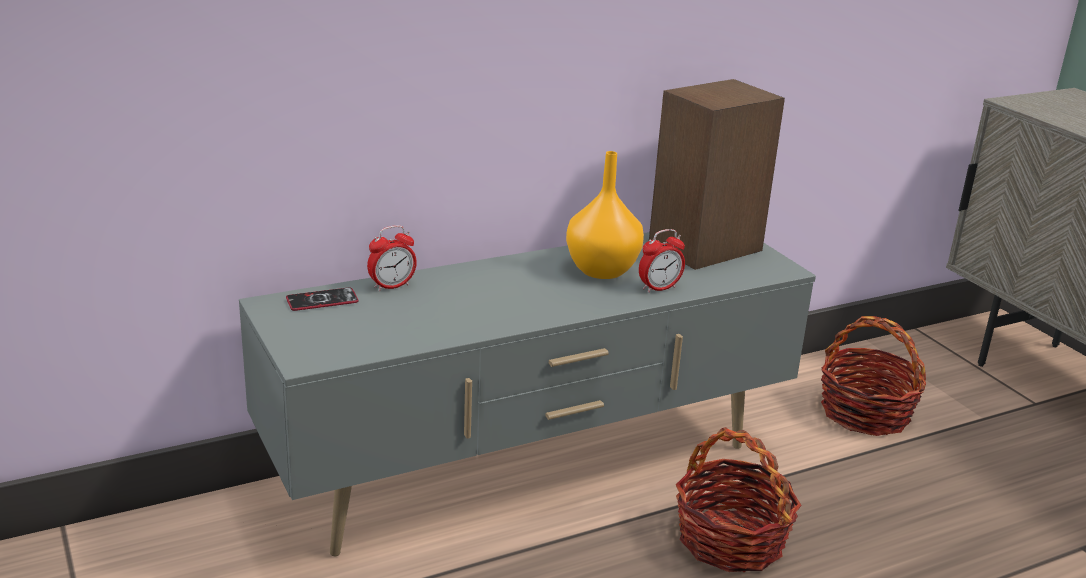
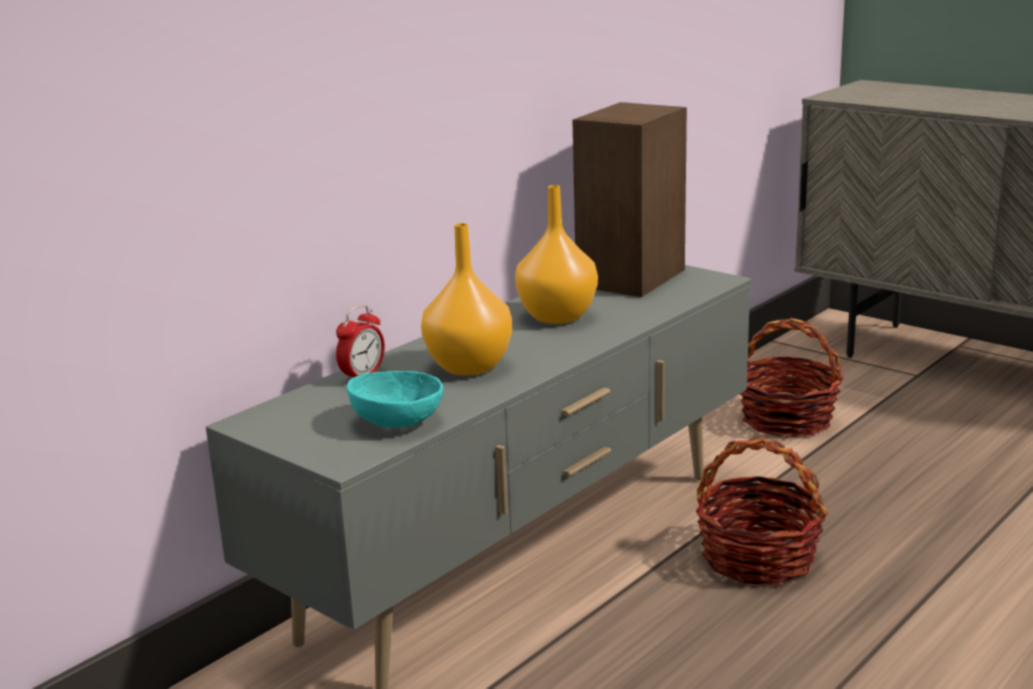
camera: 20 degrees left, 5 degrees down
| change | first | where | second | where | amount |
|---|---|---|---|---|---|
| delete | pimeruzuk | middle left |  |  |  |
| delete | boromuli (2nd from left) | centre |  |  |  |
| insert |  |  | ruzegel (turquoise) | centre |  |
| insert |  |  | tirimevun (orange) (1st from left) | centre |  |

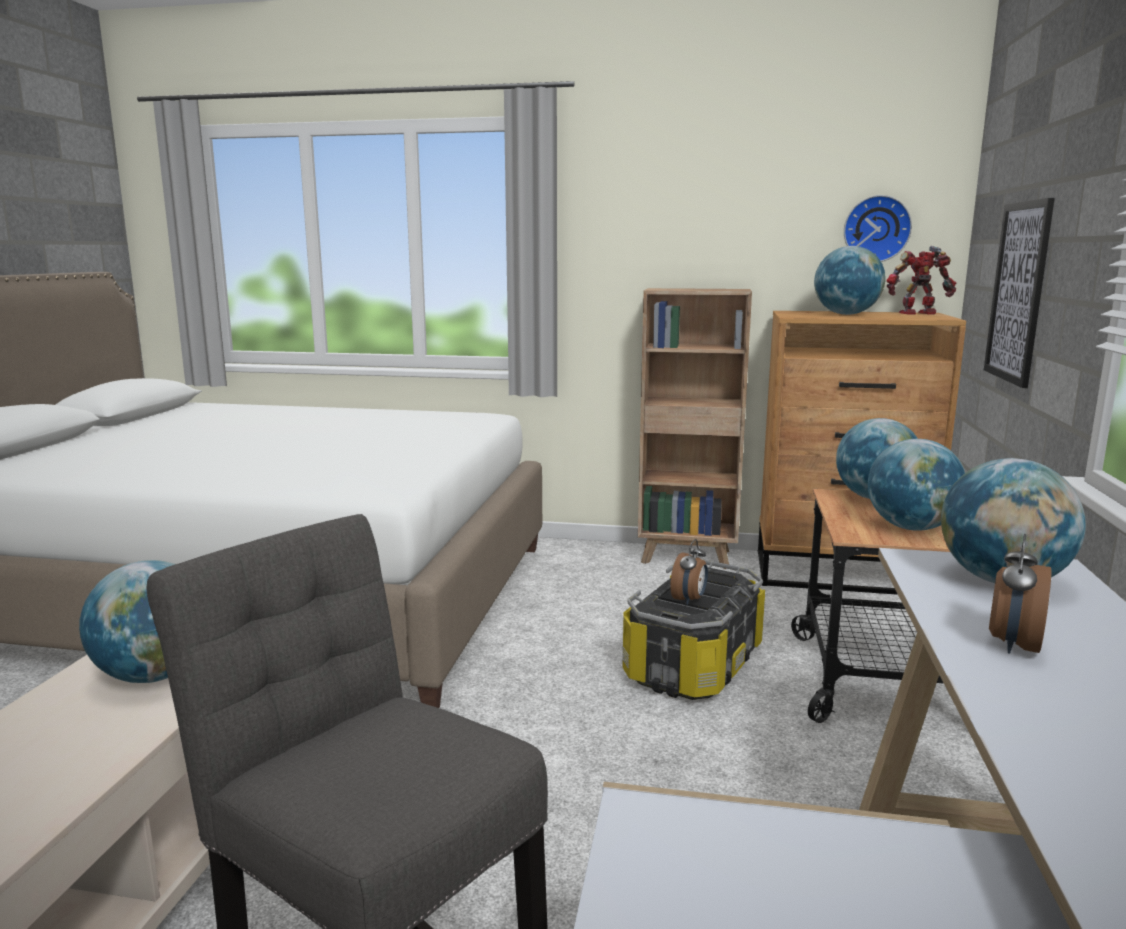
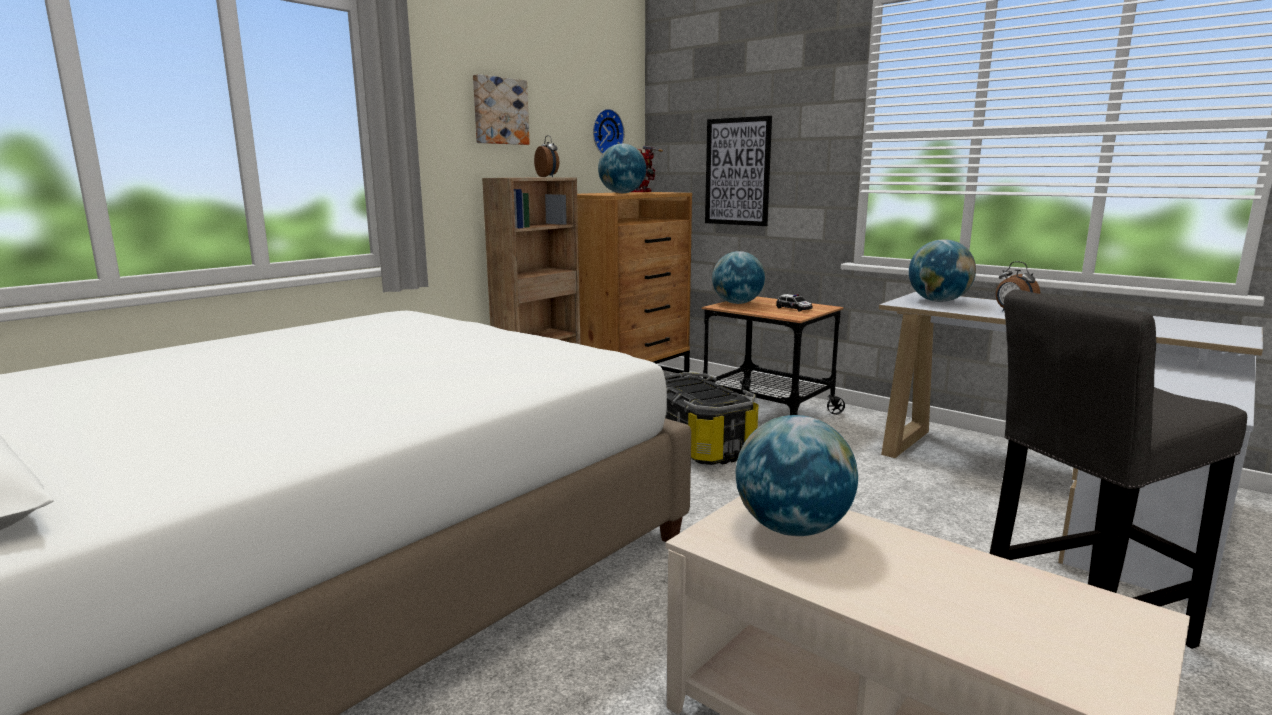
camera: 60 degrees left, 0 degrees up
| change | first | where | second | where | amount |
|---|---|---|---|---|---|
| insert |  |  | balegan (1st from left) | top centre |  |
| move | boromuli (1st from left) | centre |  | top centre |  |
| replace | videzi (4th from left) | middle right | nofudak | centre |  |

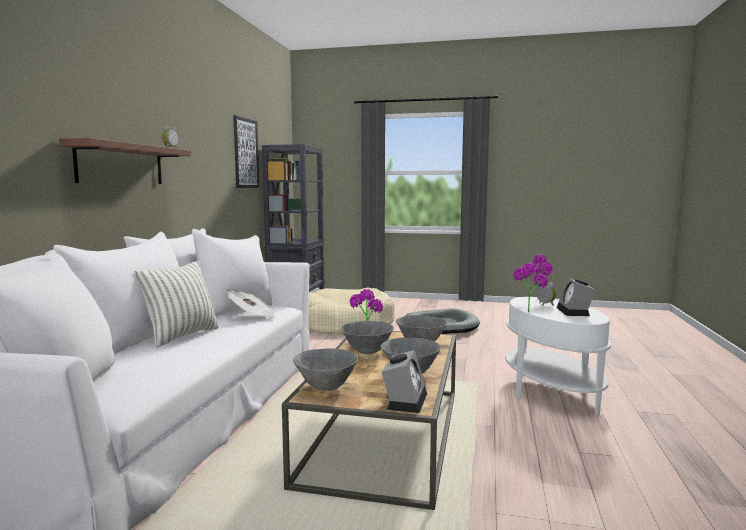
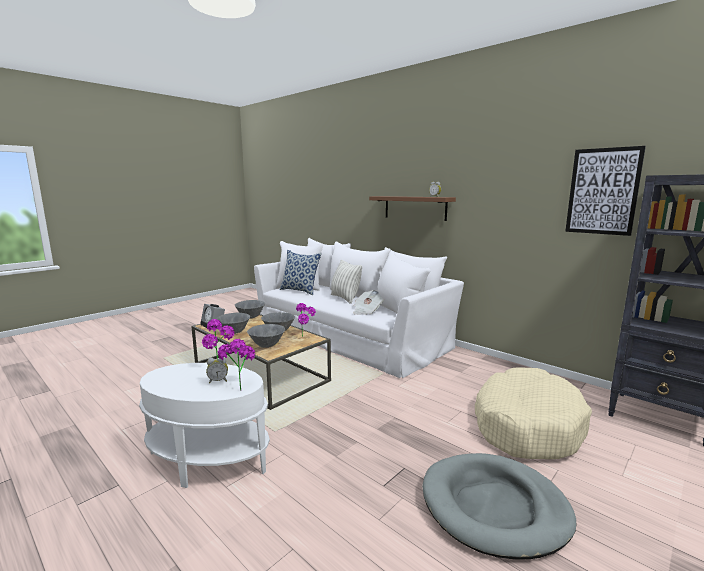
camera: 120 degrees right, 5 degrees up
| change | first | where | second | where | amount |
|---|---|---|---|---|---|
| delete | boromuli (4th from left) | middle right |  |  |  |
| insert |  |  | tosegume (1st from left) | centre |  |

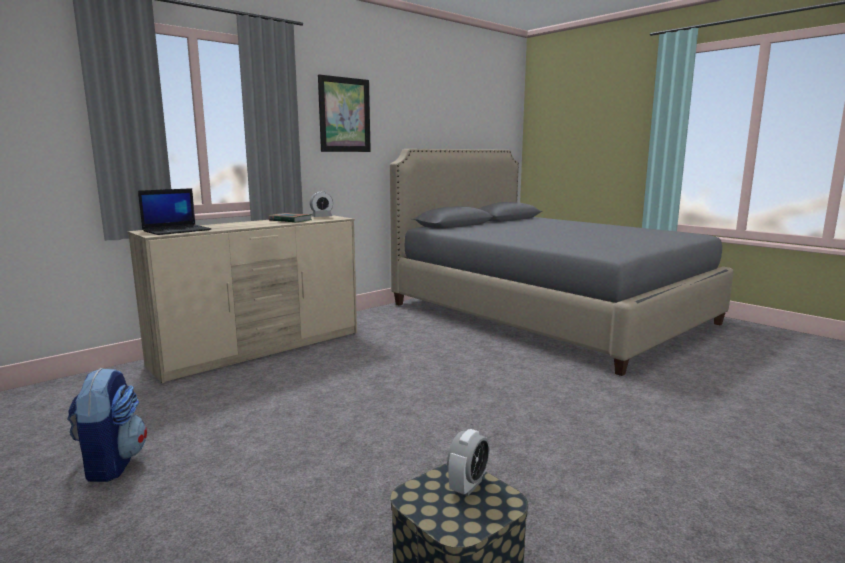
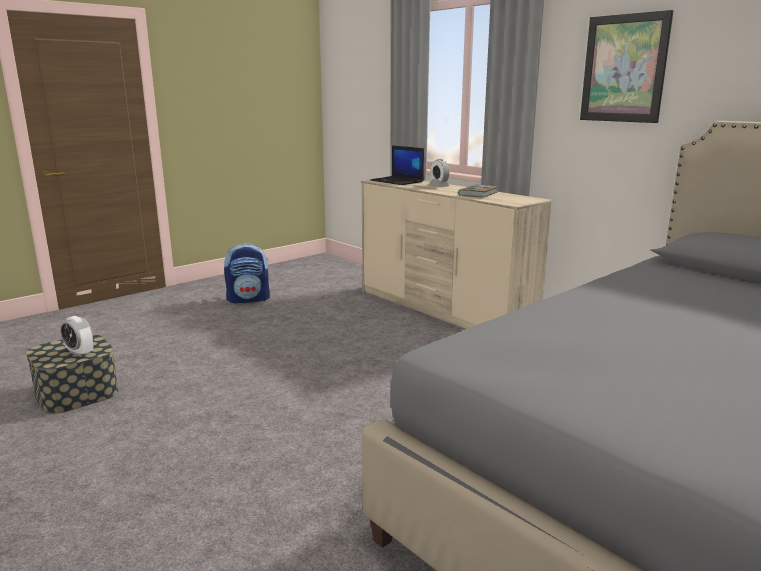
camera: 90 degrees right, 5 degrees up
| change | first | where | second | where | amount |
|---|---|---|---|---|---|
| move | boromuli (1st from left in the first image) | centre | boromuli (2nd from left) | top centre |  |

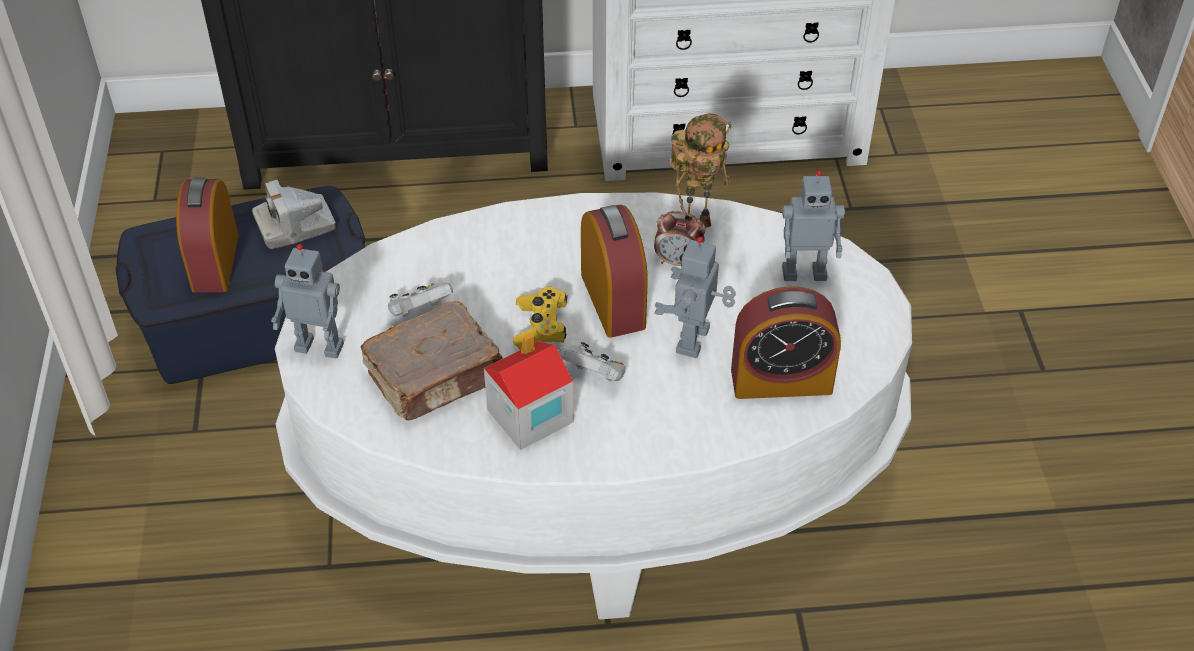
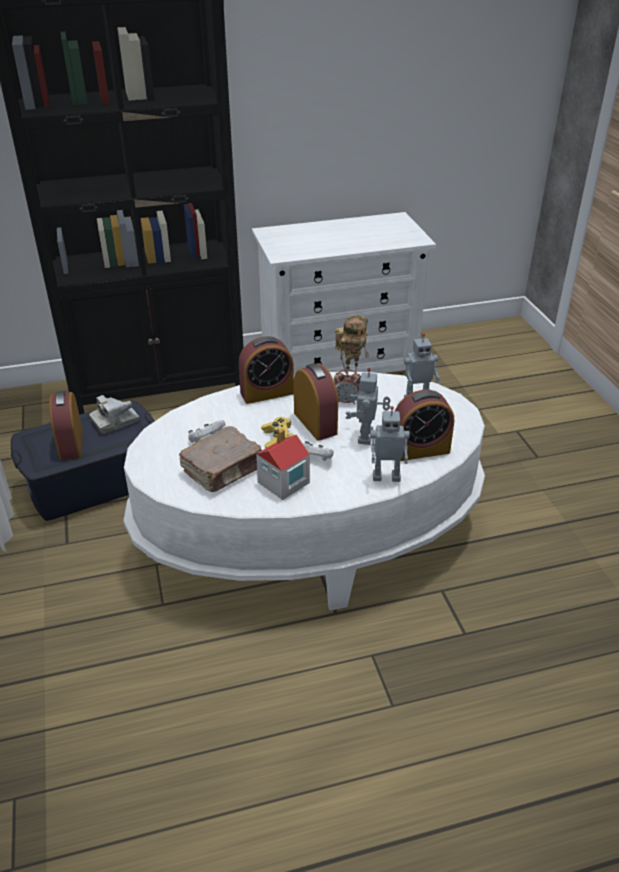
camera: 10 degrees left, 10 degrees down
| change | first | where | second | where | amount |
|---|---|---|---|---|---|
| insert |  |  | boromuli (2nd from left) | centre |  |
| move | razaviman (1st from left in the first image) | middle left | razaviman (3rd from left) | centre |  |

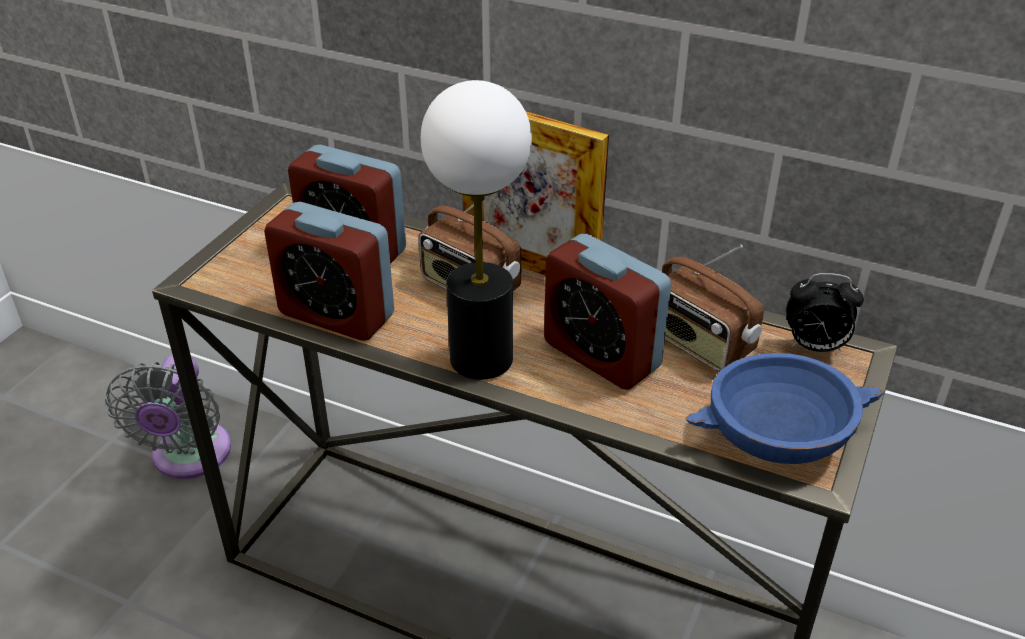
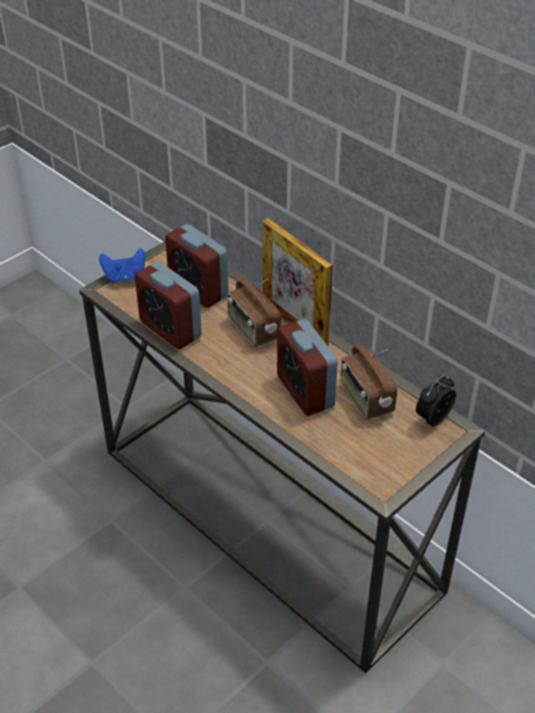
camera: 20 degrees right, 5 degrees up
| change | first | where | second | where | amount |
|---|---|---|---|---|---|
| delete | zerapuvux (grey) | middle left |  |  |  |
| delete | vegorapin | centre |  |  |  |
| delete | ruzegel (blue) | middle right |  |  |  |
| insert |  |  | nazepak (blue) | middle left |  |
| rotate | boromuli (4th from left) | middle right |  | middle right | 105 degrees clockwise |

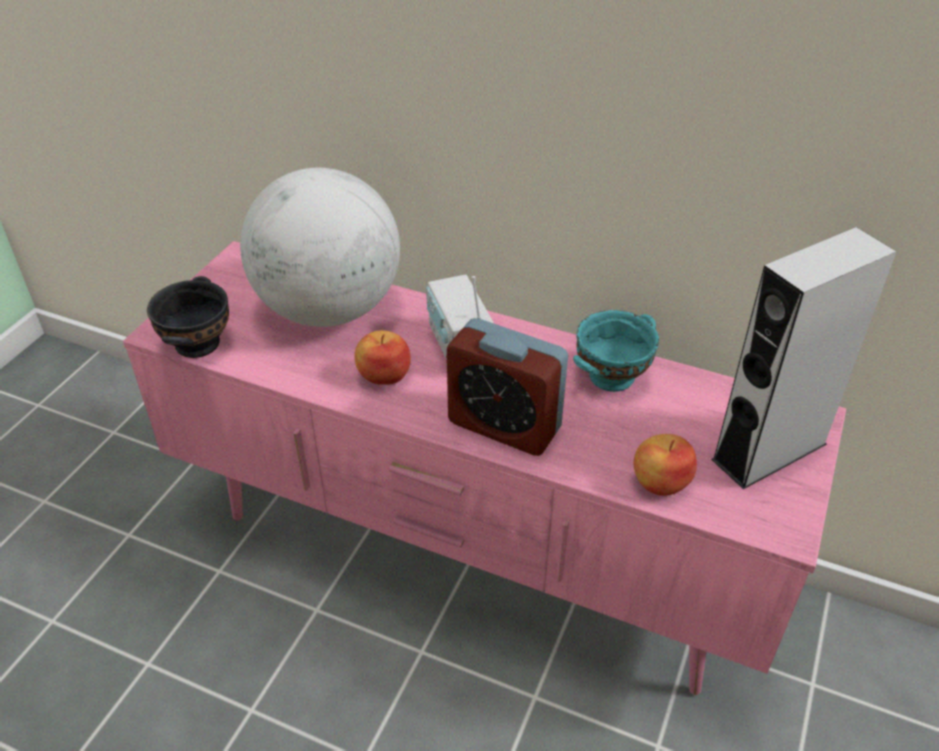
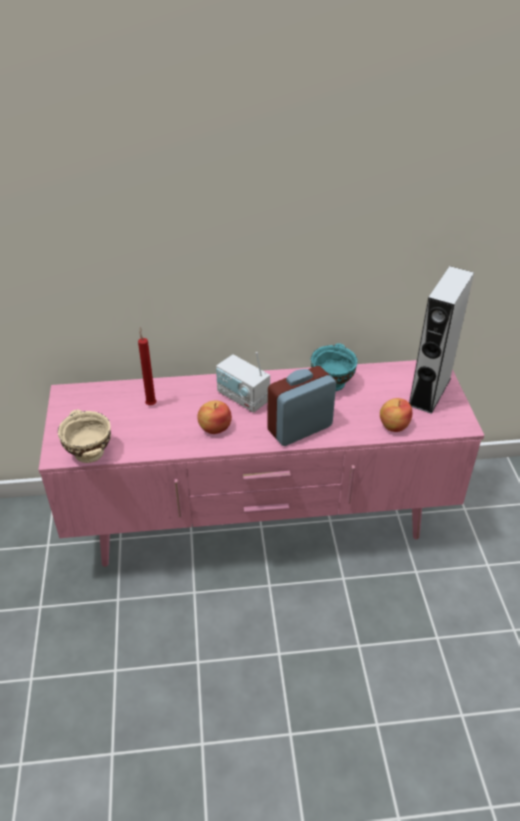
camera: 30 degrees left, 0 degrees up
| change | first | where | second | where | amount |
|---|---|---|---|---|---|
| replace | videzi | top centre | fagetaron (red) | middle left |  |
| recolor | ruzegel (black) | middle left | ruzegel (beige) | middle left |  |
| rotate | boromuli | centre |  | centre | 150 degrees clockwise |

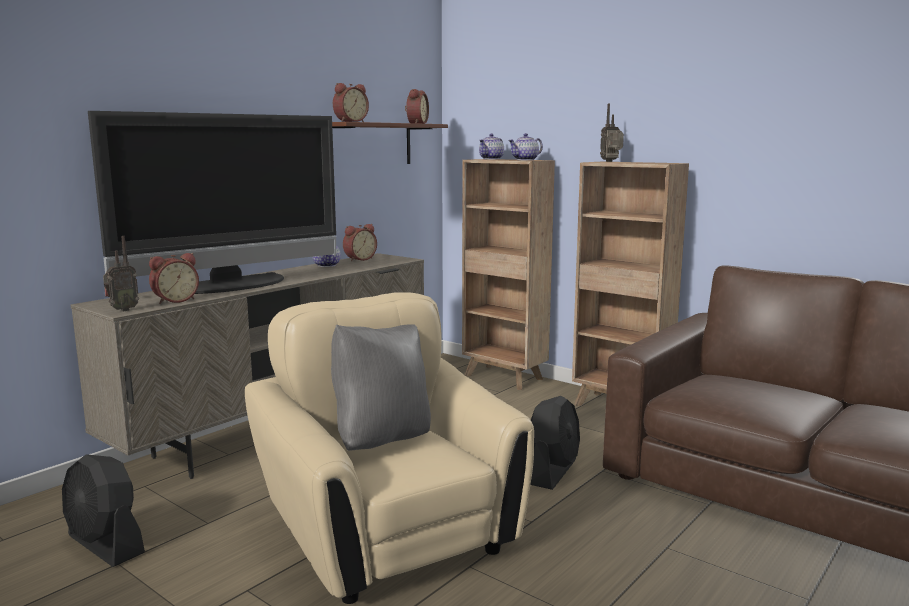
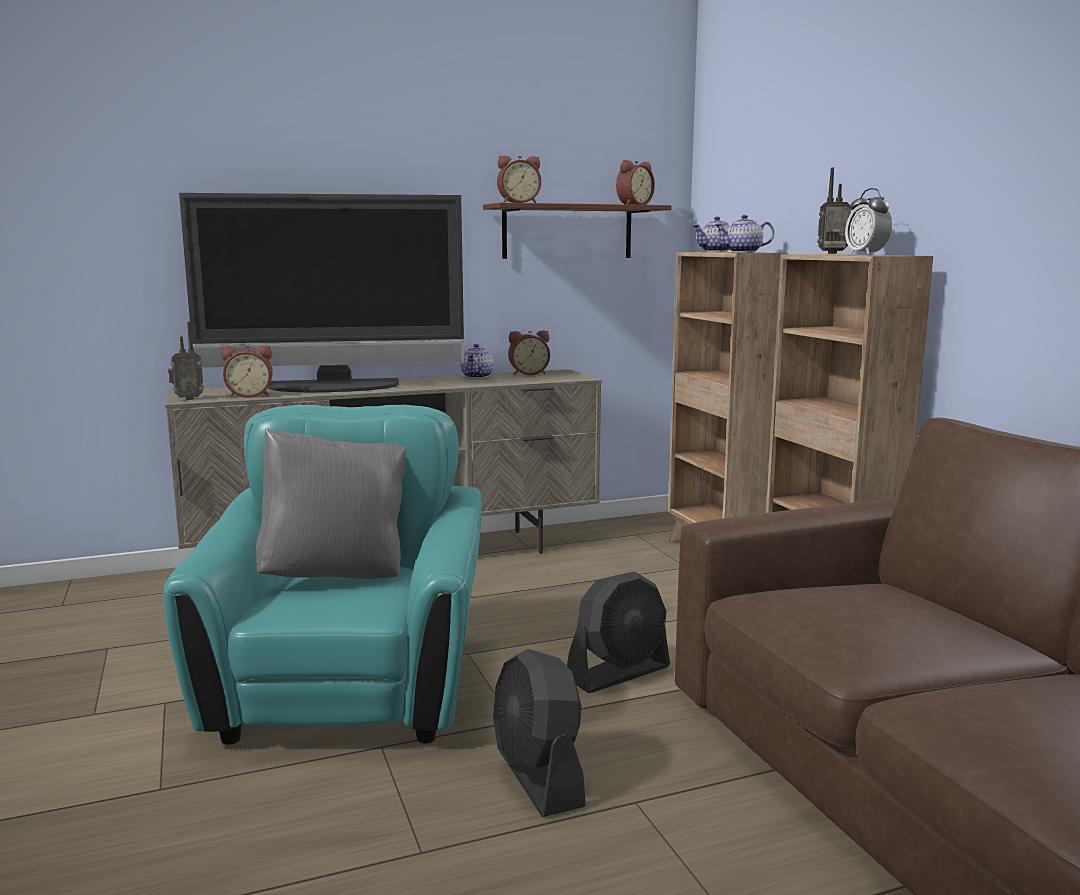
camera: 30 degrees right, 0 degrees up
| change | first | where | second | where | amount |
|---|---|---|---|---|---|
| insert |  |  | boromuli (5th from left) | top right |  |
| move | zerapuvux (black) (1st from left) | bottom left |  | bottom centre |  |
| recolor | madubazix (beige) | bottom centre | madubazix (turquoise) | middle left |  |

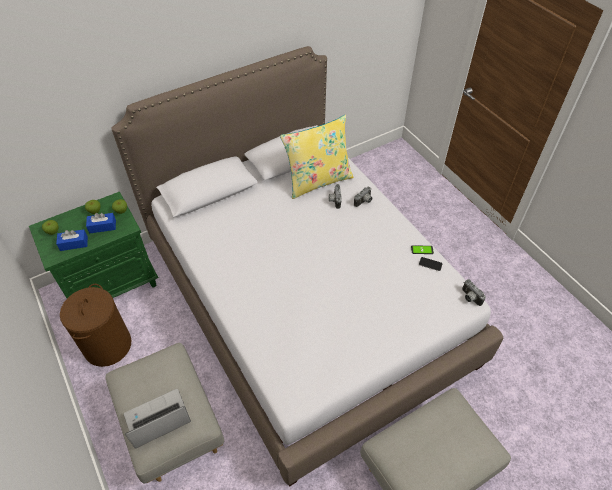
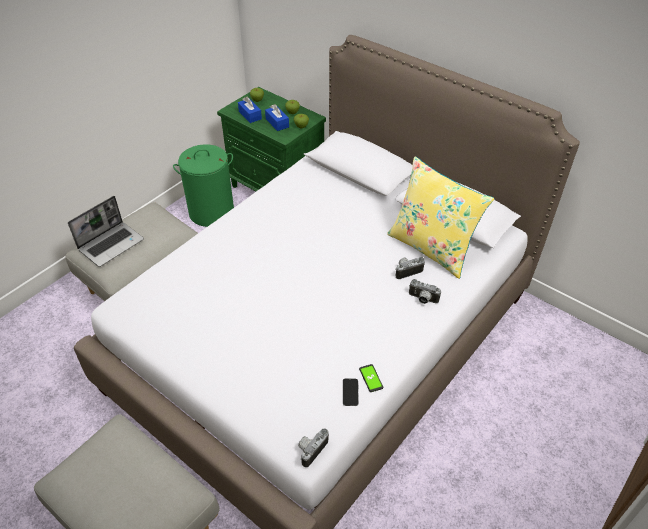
camera: 70 degrees right, 5 degrees down
| change | first | where | second | where | amount |
|---|---|---|---|---|---|
| recolor | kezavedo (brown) | middle left | kezavedo (green) | middle left |  |
| rotate | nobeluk | bottom left |  | middle left | 90 degrees clockwise |

